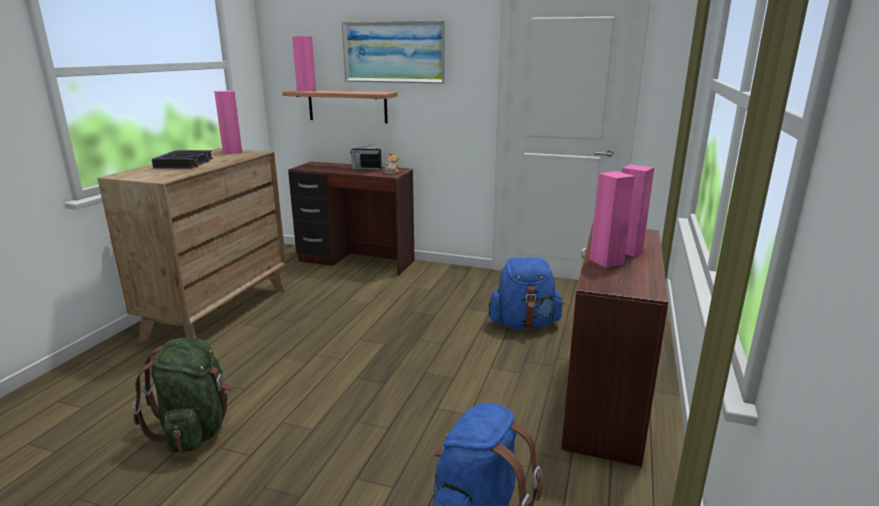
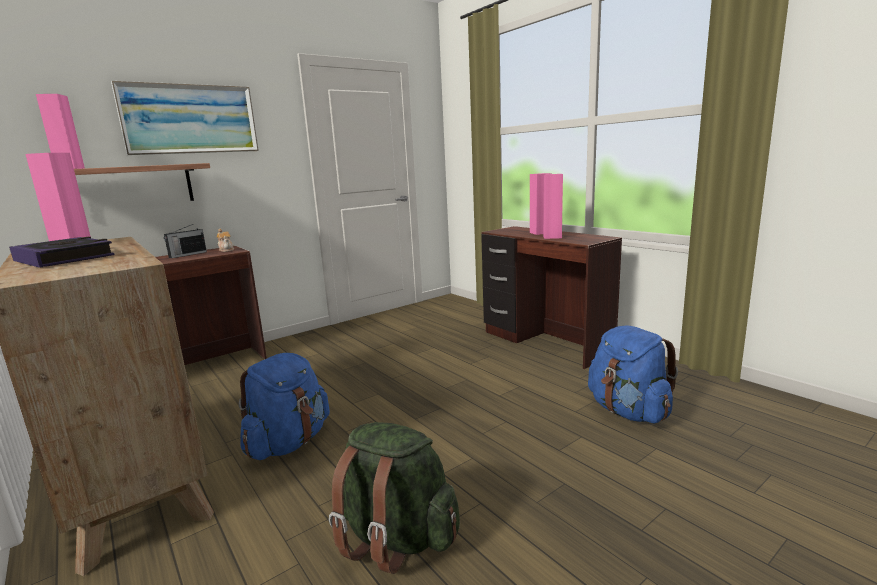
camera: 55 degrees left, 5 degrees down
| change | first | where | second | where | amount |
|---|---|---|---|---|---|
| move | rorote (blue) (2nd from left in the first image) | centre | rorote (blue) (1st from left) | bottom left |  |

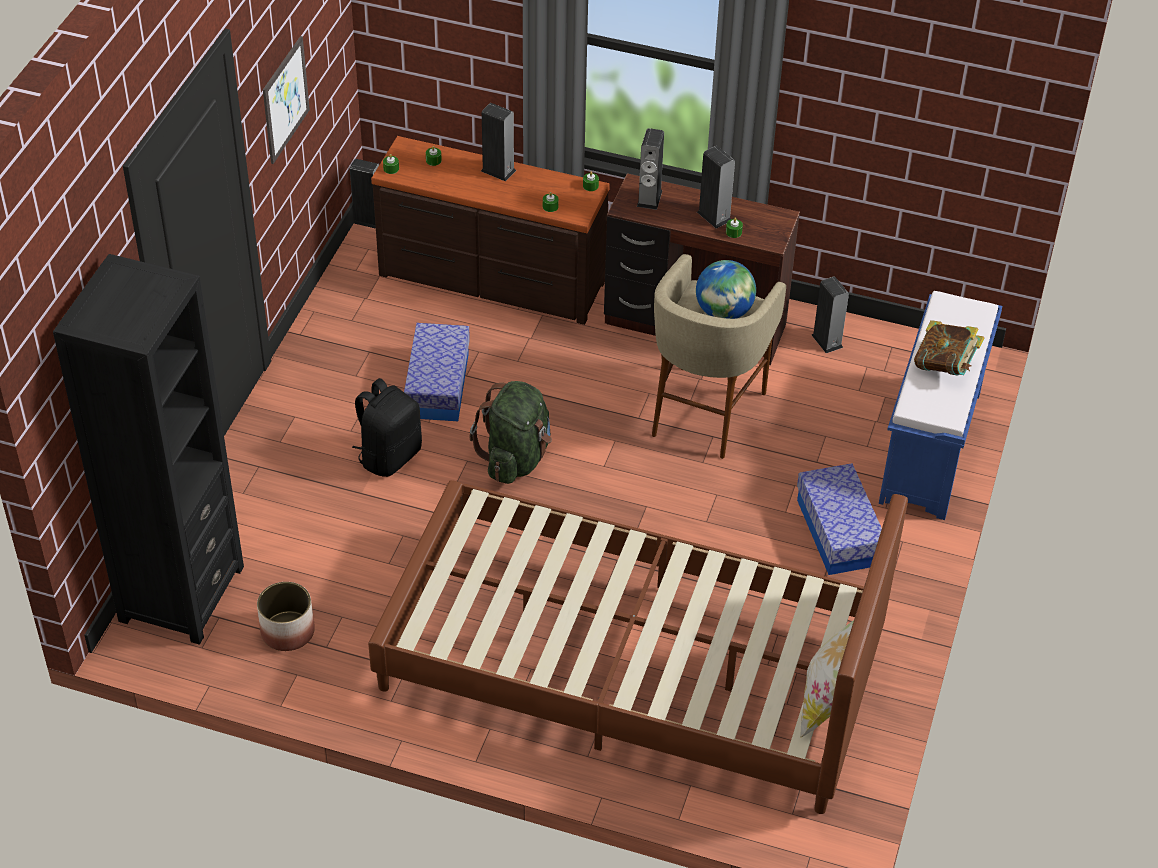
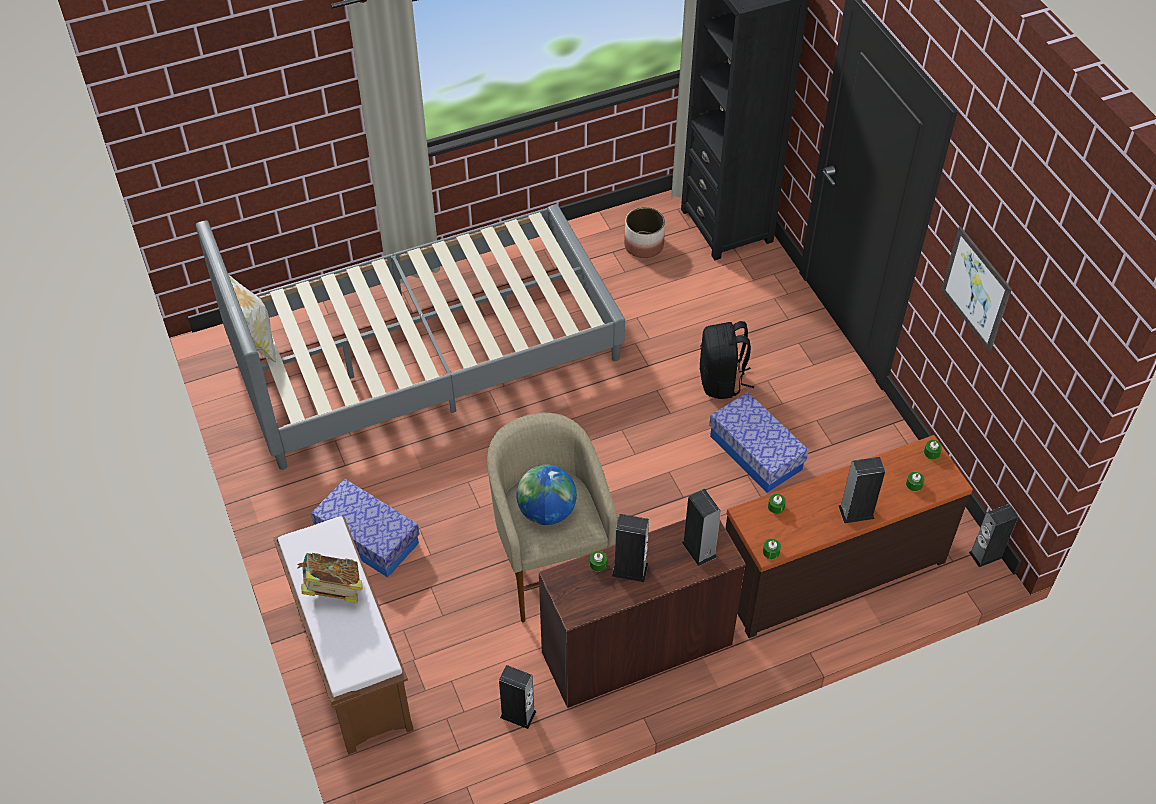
camera: 140 degrees right, 5 degrees up
| change | first | where | second | where | amount |
|---|---|---|---|---|---|
| delete | rorote (green) | centre |  |  |  |
| recolor | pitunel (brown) | bottom centre | pitunel (grey) | centre |  |
| recolor | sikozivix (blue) | middle right | sikozivix (brown) | bottom left |  |

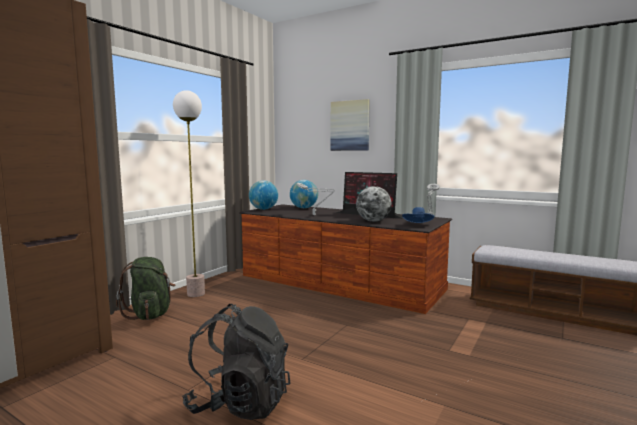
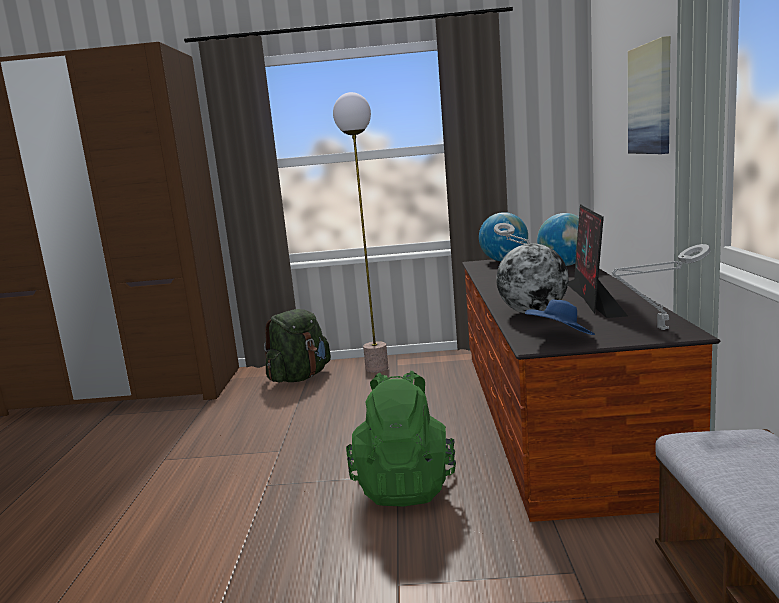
camera: 60 degrees right, 5 degrees up
| change | first | where | second | where | amount |
|---|---|---|---|---|---|
| delete | rorote (black) | bottom centre |  |  |  |
| insert |  |  | rorote (green) (2nd from left) | bottom centre |  |

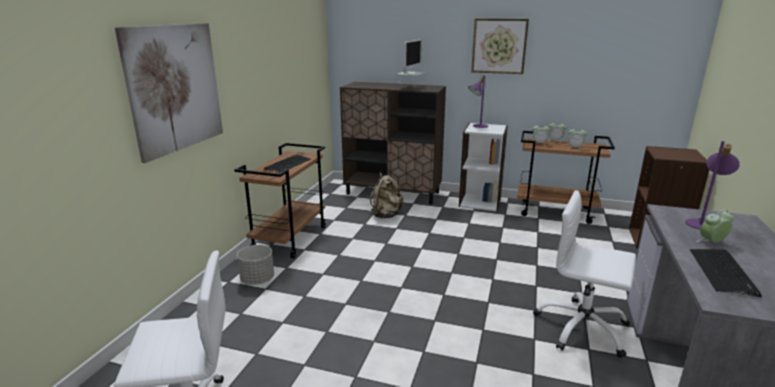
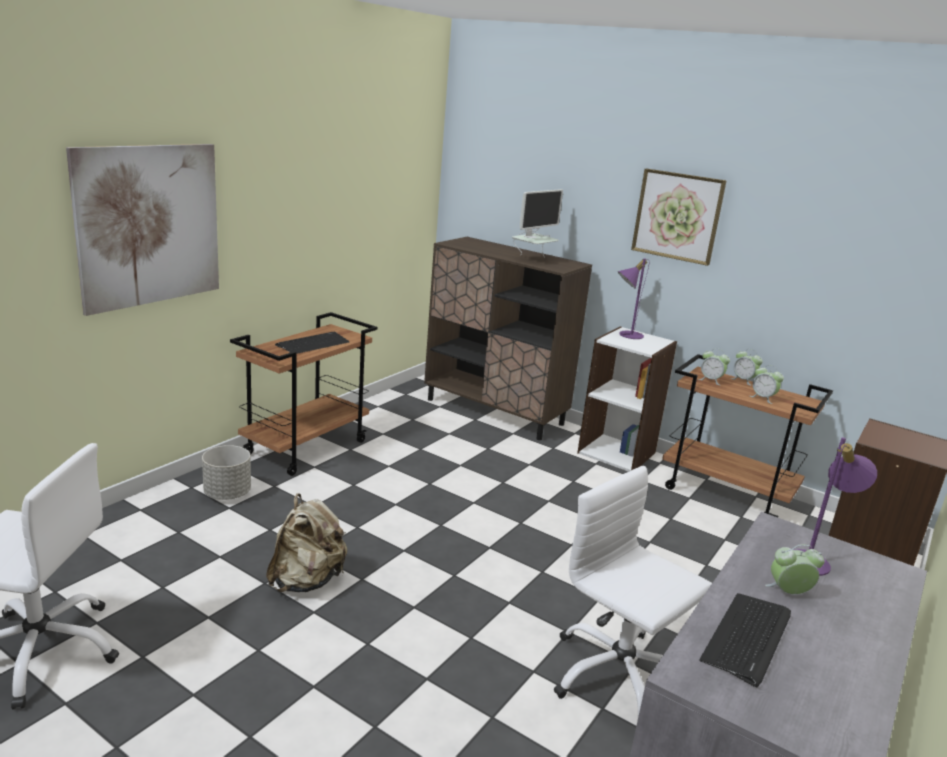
camera: 15 degrees right, 0 degrees up
| change | first | where | second | where | amount |
|---|---|---|---|---|---|
| move | rorote (beige) | centre |  | bottom left |  |

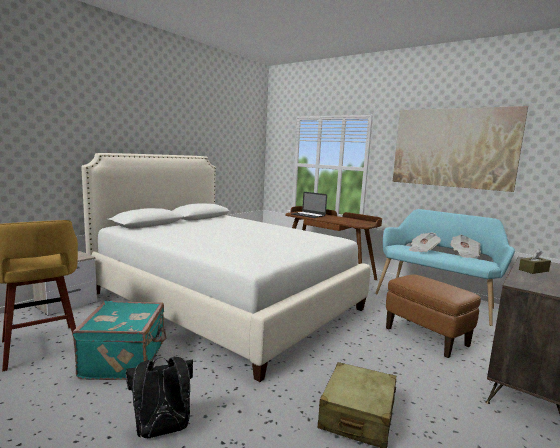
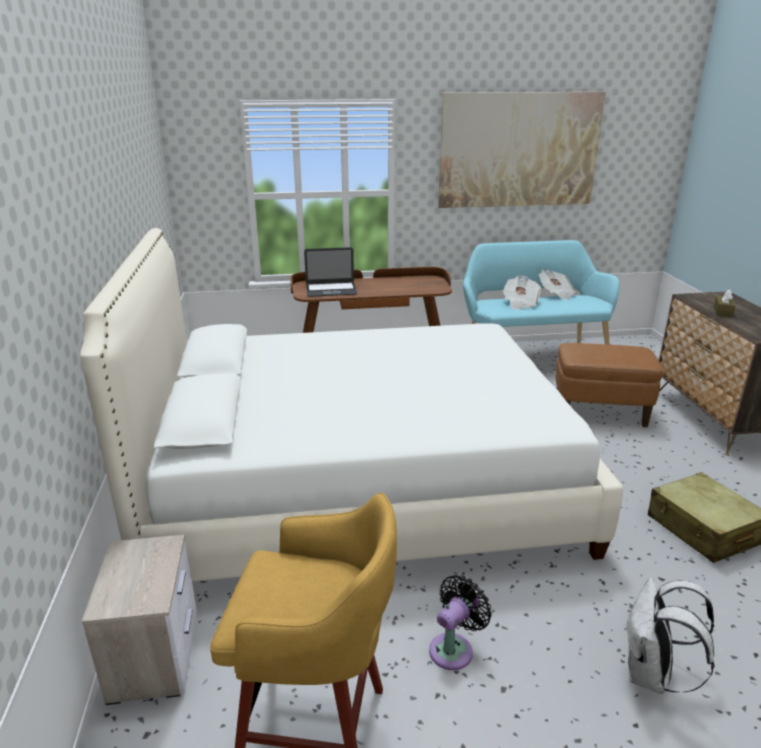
camera: 45 degrees left, 15 degrees up
| change | first | where | second | where | amount |
|---|---|---|---|---|---|
| replace | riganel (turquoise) | bottom left | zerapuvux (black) | bottom centre |  |
| recolor | rorote (black) | bottom left | rorote (white) | bottom right |  |

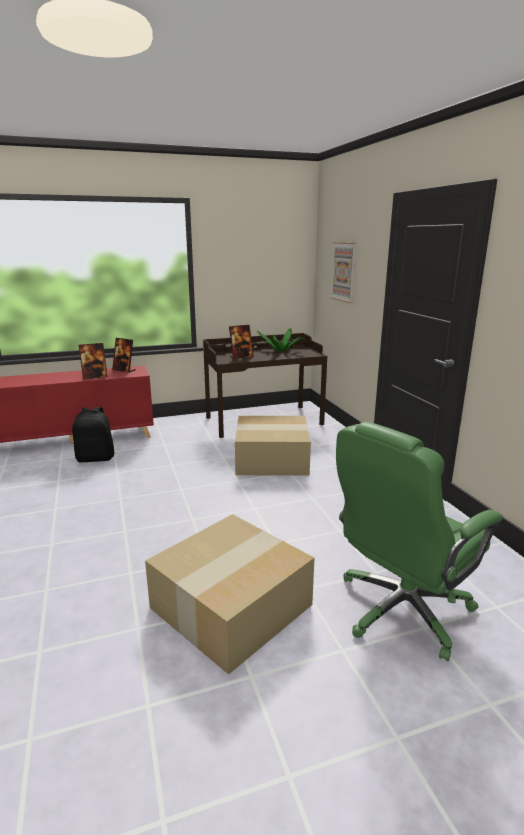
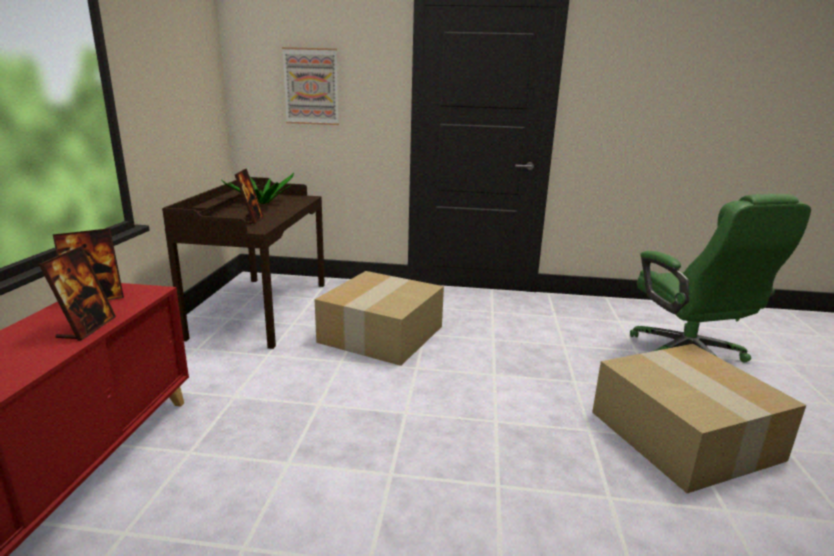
camera: 65 degrees left, 0 degrees up
| change | first | where | second | where | amount |
|---|---|---|---|---|---|
| delete | rorote (black) | middle left |  |  |  |

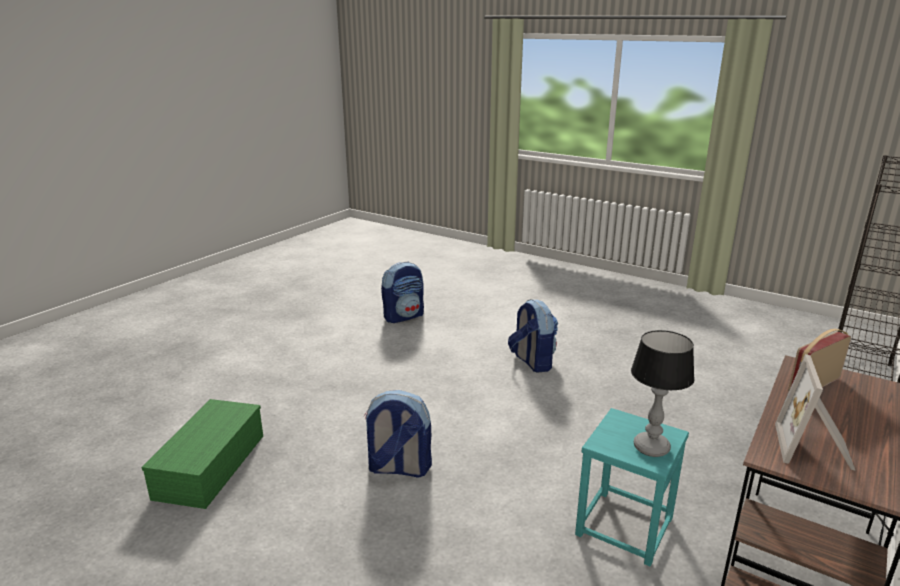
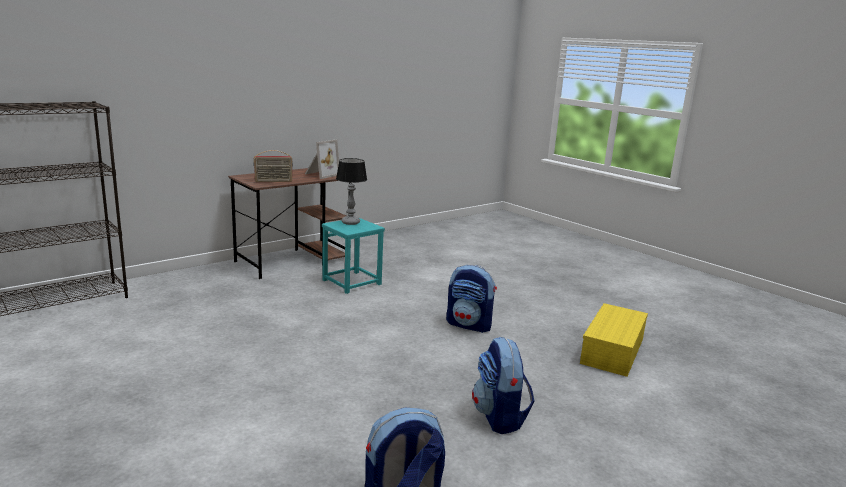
camera: 165 degrees left, 5 degrees down
| change | first | where | second | where | amount |
|---|---|---|---|---|---|
| move | rorote (3rd from left) | centre |  | bottom centre |  |
| recolor | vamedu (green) | bottom left | vamedu (yellow) | bottom right |  |

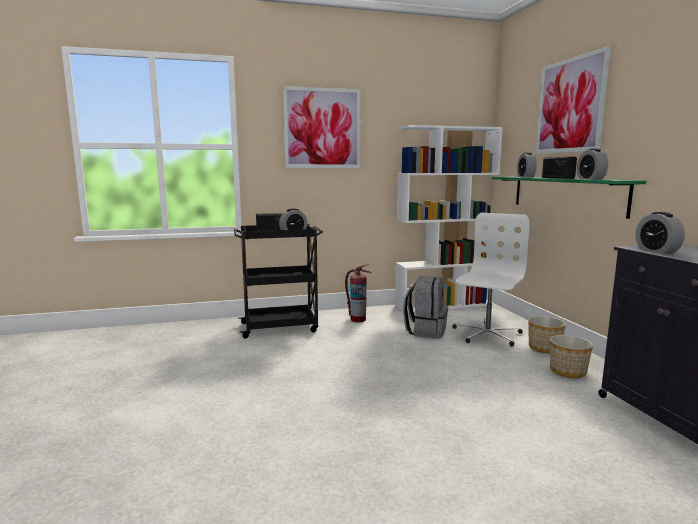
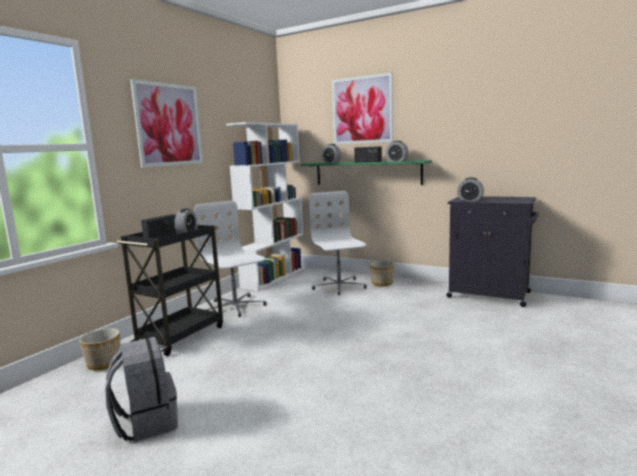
camera: 45 degrees left, 0 degrees up
| change | first | where | second | where | amount |
|---|---|---|---|---|---|
| move | rorote (grey) | centre |  | bottom left |  |
| move | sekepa (2nd from left in the first image) | bottom right | sekepa (1st from left) | bottom left |  |
| replace | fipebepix | centre | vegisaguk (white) (1st from left) | centre |  |

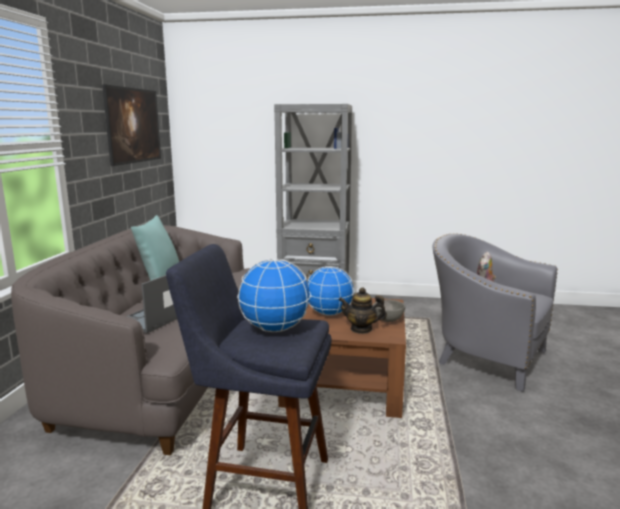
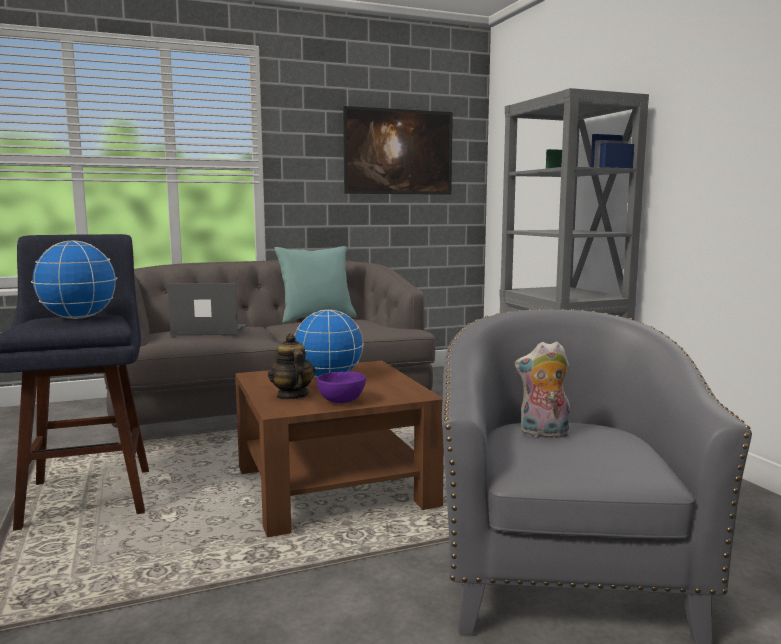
camera: 60 degrees right, 5 degrees down
| change | first | where | second | where | amount |
|---|---|---|---|---|---|
| recolor | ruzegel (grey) | centre | ruzegel (purple) | centre |  |

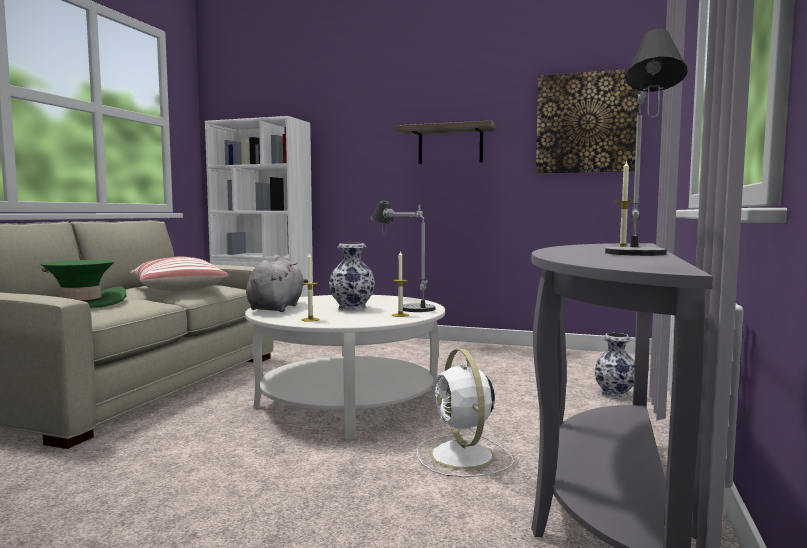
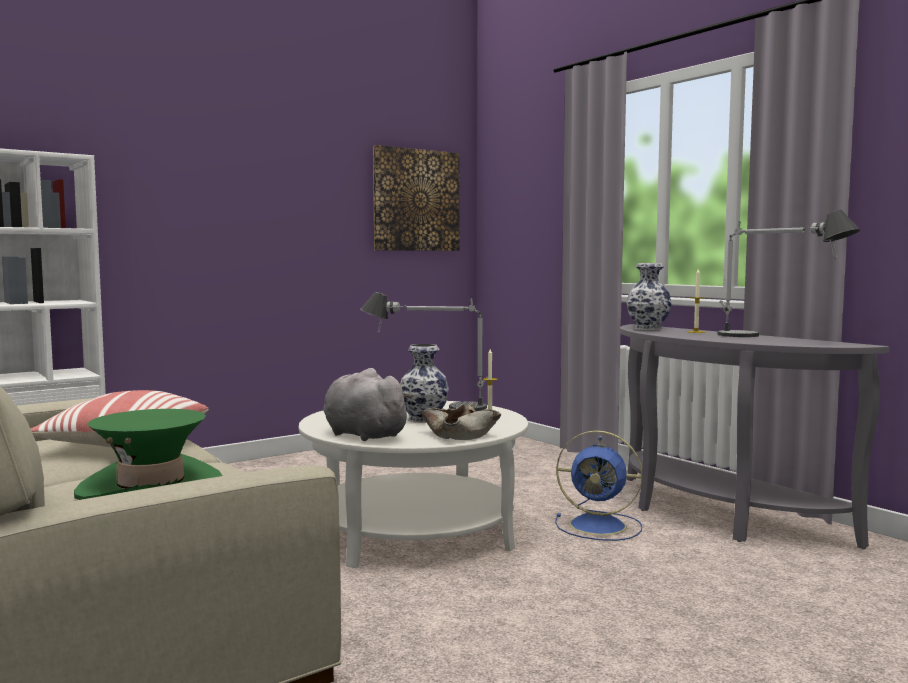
camera: 55 degrees left, 0 degrees up
| change | first | where | second | where | amount |
|---|---|---|---|---|---|
| delete | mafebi | top centre |  |  |  |
| move | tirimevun (2nd from left) | bottom right |  | middle right |  |
| replace | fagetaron (1st from left) | centre | ruzegel (beige) | centre |  |
| recolor | zerapuvux (white) | bottom centre | zerapuvux (blue) | bottom centre |  |

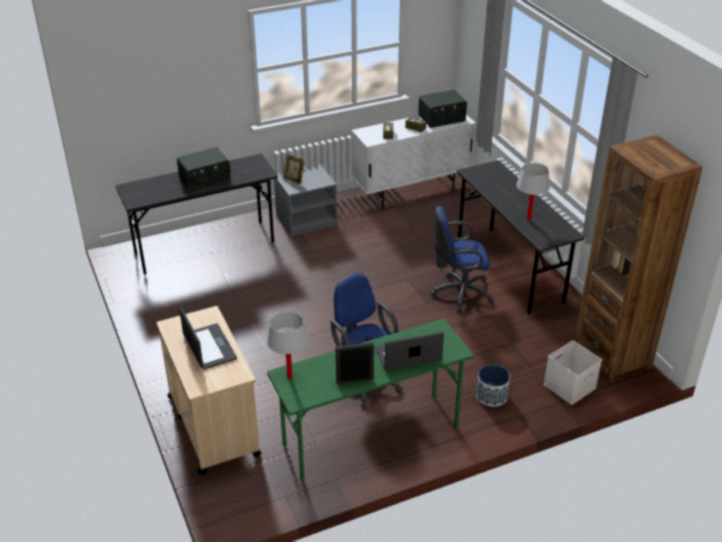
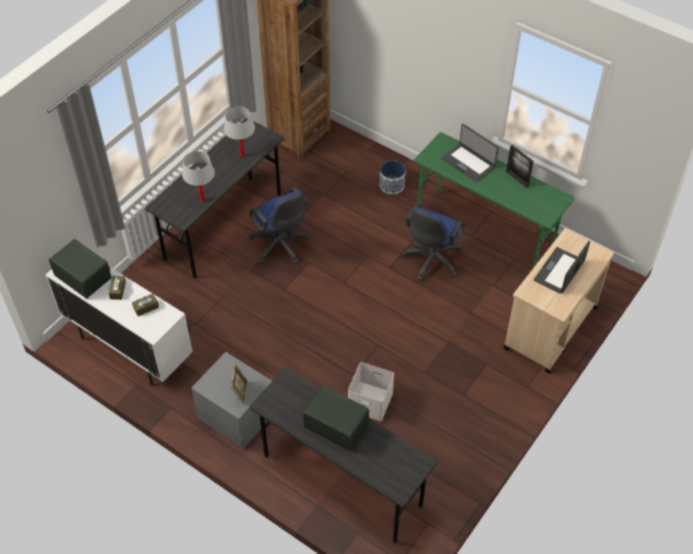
camera: 120 degrees left, 15 degrees up
| change | first | where | second | where | amount |
|---|---|---|---|---|---|
| move | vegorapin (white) (1st from left) | centre |  | top left |  |
| move | vamedu (white) | bottom right |  | bottom centre |  |

